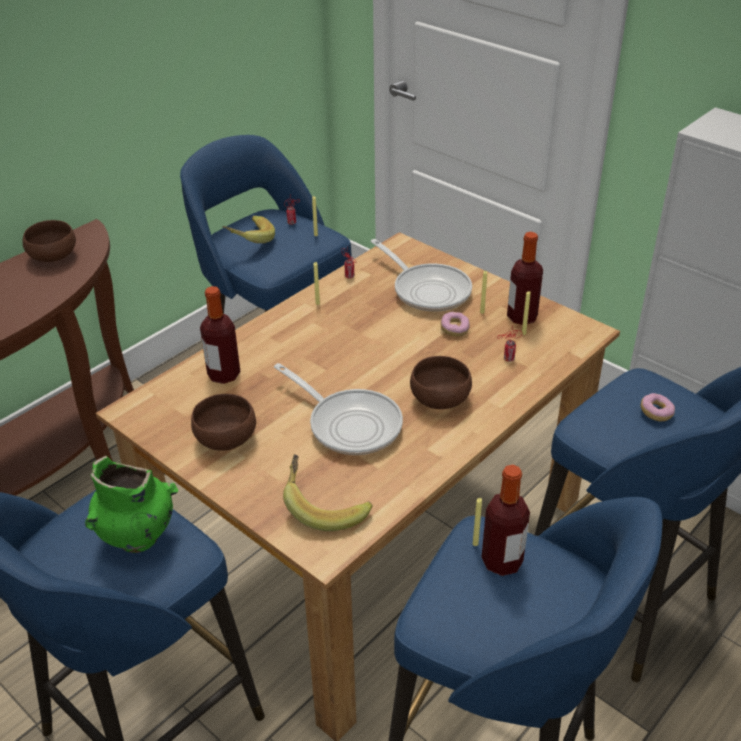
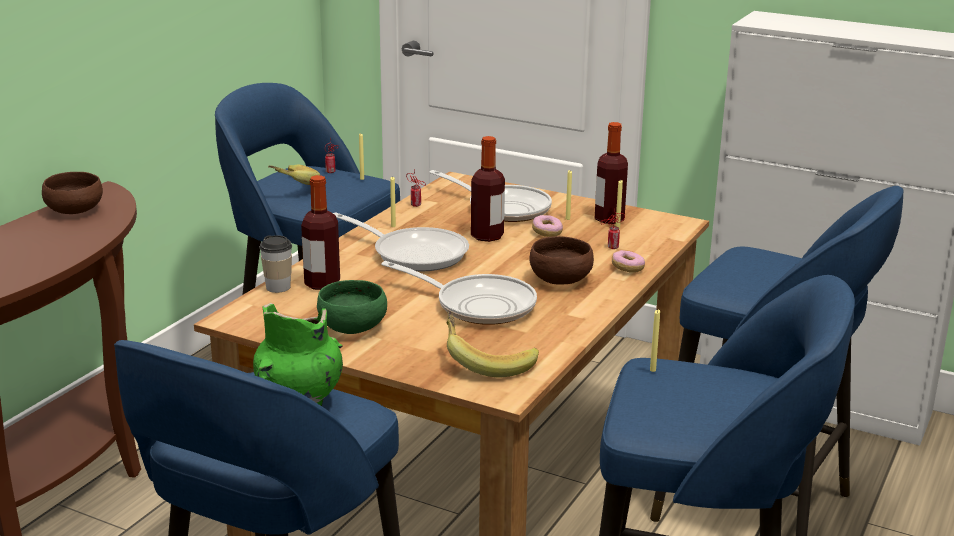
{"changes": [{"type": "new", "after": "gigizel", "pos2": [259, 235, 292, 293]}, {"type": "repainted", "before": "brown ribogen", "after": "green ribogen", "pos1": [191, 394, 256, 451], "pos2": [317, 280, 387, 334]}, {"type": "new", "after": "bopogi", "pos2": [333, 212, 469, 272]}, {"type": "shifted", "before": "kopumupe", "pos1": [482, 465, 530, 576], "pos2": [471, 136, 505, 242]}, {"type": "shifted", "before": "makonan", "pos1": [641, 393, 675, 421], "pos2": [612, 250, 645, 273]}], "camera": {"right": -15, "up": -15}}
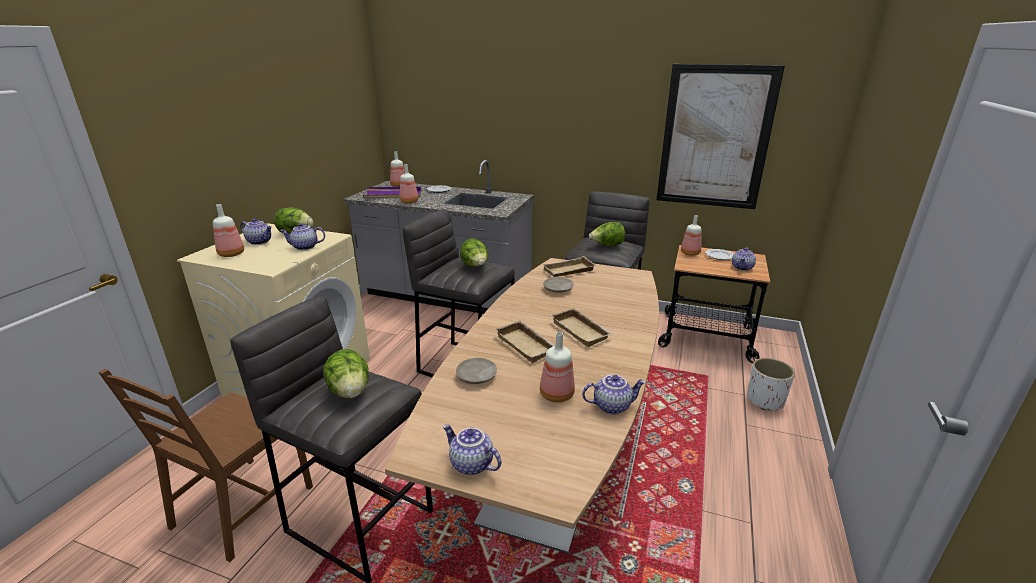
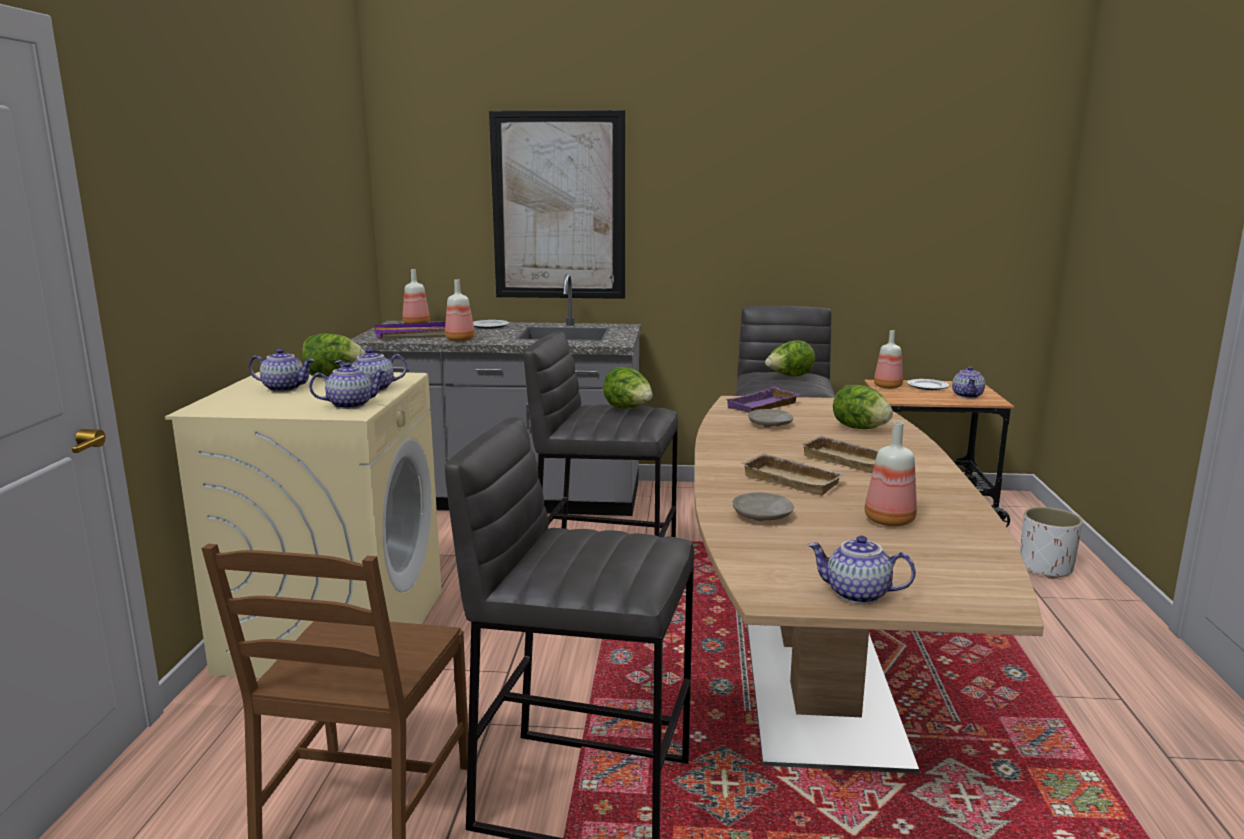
{"changes": [{"type": "shifted", "before": "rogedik", "pos1": [582, 375, 646, 414], "pos2": [309, 362, 386, 409]}, {"type": "shifted", "before": "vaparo", "pos1": [656, 64, 785, 209], "pos2": [489, 110, 625, 299]}, {"type": "repainted", "before": "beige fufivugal", "after": "purple fufivugal", "pos1": [542, 256, 596, 277], "pos2": [727, 386, 801, 413]}, {"type": "shifted", "before": "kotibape", "pos1": [323, 349, 369, 398], "pos2": [833, 385, 893, 429]}, {"type": "gone", "before": "kopumupe", "pos1": [213, 204, 244, 257]}], "camera": {"right": -15, "up": -10}}
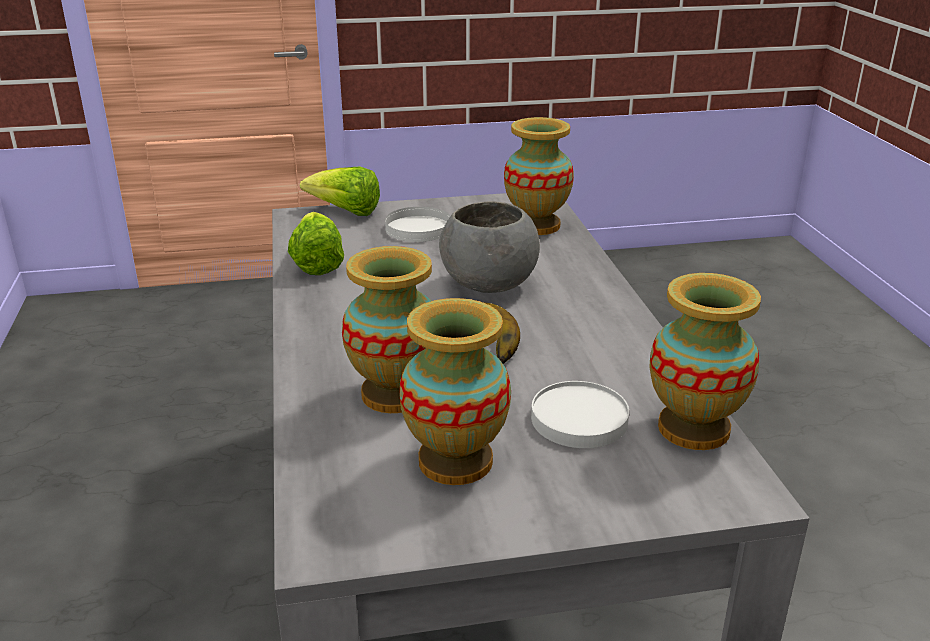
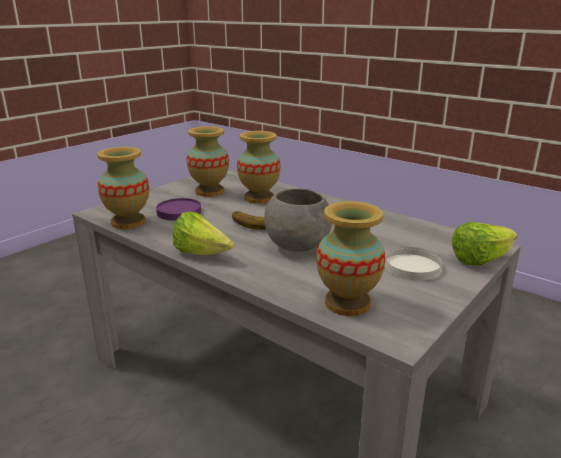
{"changes": [{"type": "repainted", "before": "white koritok", "after": "purple koritok", "pos1": [531, 381, 629, 448], "pos2": [156, 198, 201, 221]}, {"type": "shifted", "before": "kotibape", "pos1": [288, 212, 344, 275], "pos2": [173, 212, 234, 255]}], "camera": {"right": 140, "up": -5}}
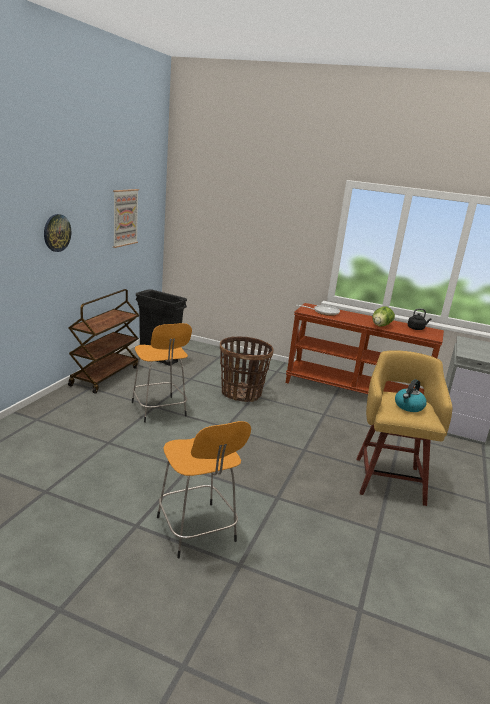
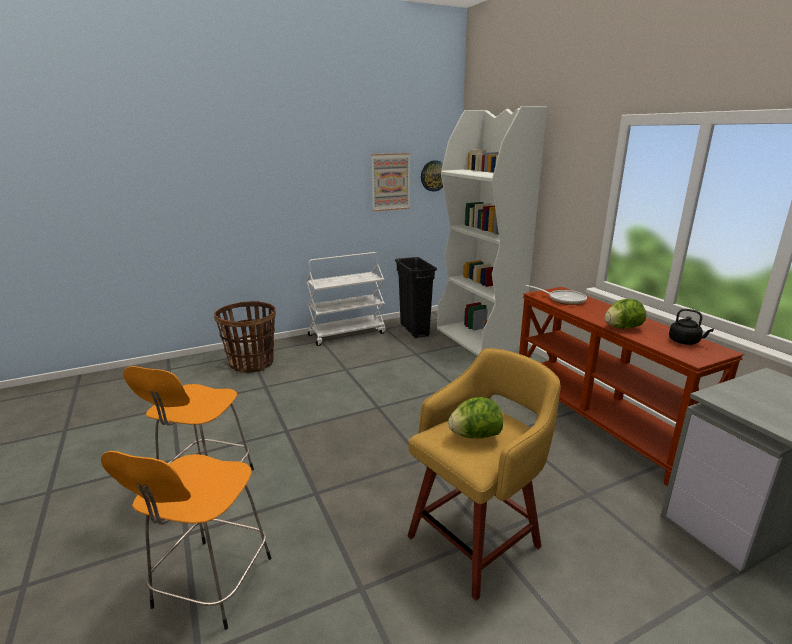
{"changes": [{"type": "shifted", "before": "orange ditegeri", "pos1": [132, 323, 192, 423], "pos2": [101, 451, 271, 630]}, {"type": "shifted", "before": "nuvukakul", "pos1": [220, 336, 274, 402], "pos2": [214, 301, 276, 373]}, {"type": "repainted", "before": "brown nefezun", "after": "white nefezun", "pos1": [68, 289, 139, 394], "pos2": [306, 252, 386, 346]}, {"type": "shifted", "before": "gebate", "pos1": [44, 214, 71, 252], "pos2": [421, 160, 443, 192]}, {"type": "new", "after": "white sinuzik", "pos2": [437, 106, 547, 356]}, {"type": "swapped", "before": "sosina", "after": "kotibape", "pos1": [395, 379, 427, 412], "pos2": [448, 397, 503, 439]}], "camera": {"right": 45, "up": 0}}
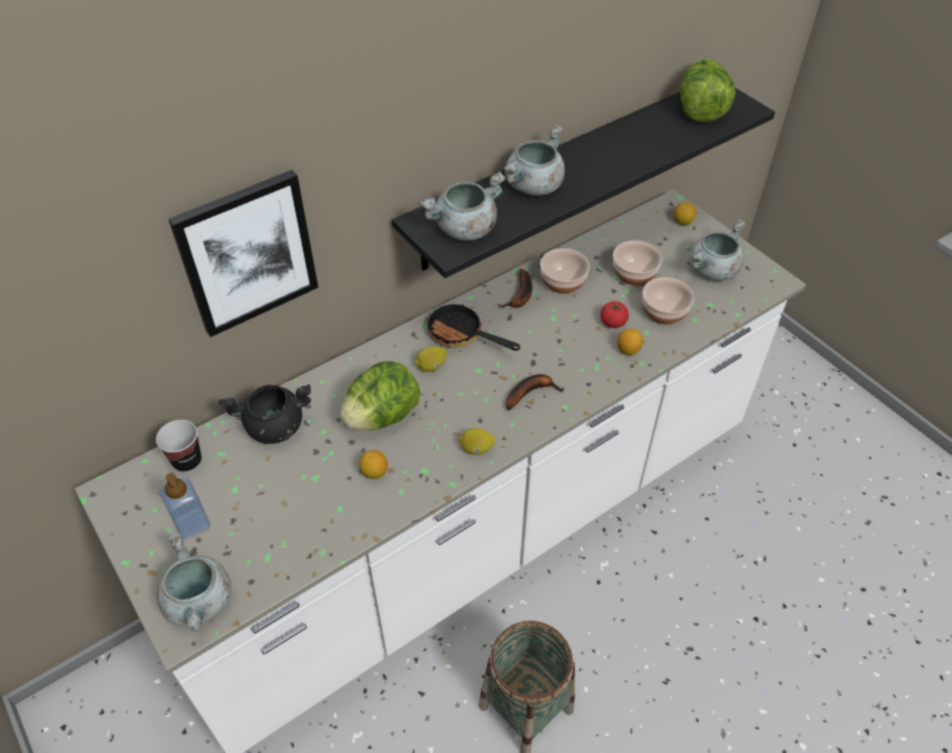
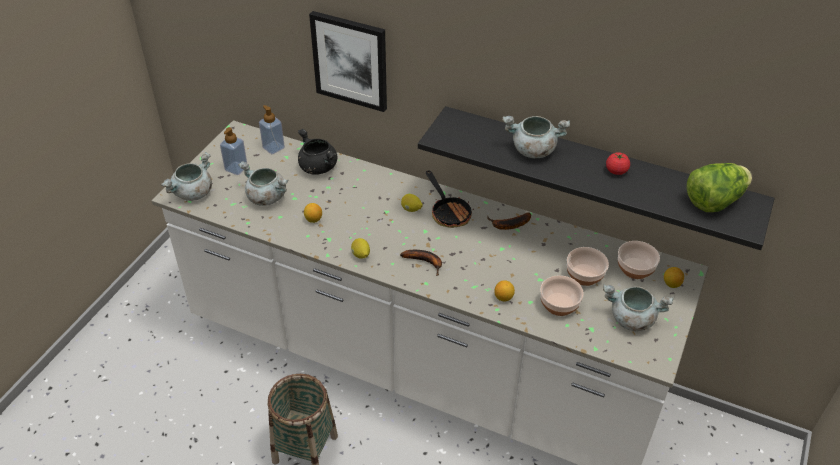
{"changes": [{"type": "shifted", "before": "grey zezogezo", "pos1": [419, 171, 505, 241], "pos2": [238, 161, 289, 206]}, {"type": "swapped", "before": "gigizel", "after": "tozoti", "pos1": [156, 420, 202, 472], "pos2": [259, 105, 285, 154]}, {"type": "rotated", "before": "bopogi", "pos1": [426, 304, 520, 351], "pos2": [426, 170, 474, 228], "turn": 150}, {"type": "shifted", "before": "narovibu", "pos1": [600, 301, 629, 328], "pos2": [606, 152, 630, 175]}, {"type": "shifted", "before": "ribogen", "pos1": [540, 248, 590, 294], "pos2": [618, 241, 660, 279]}, {"type": "gone", "before": "kotibape", "pos1": [340, 361, 420, 430]}], "camera": {"right": 60, "up": -5}}
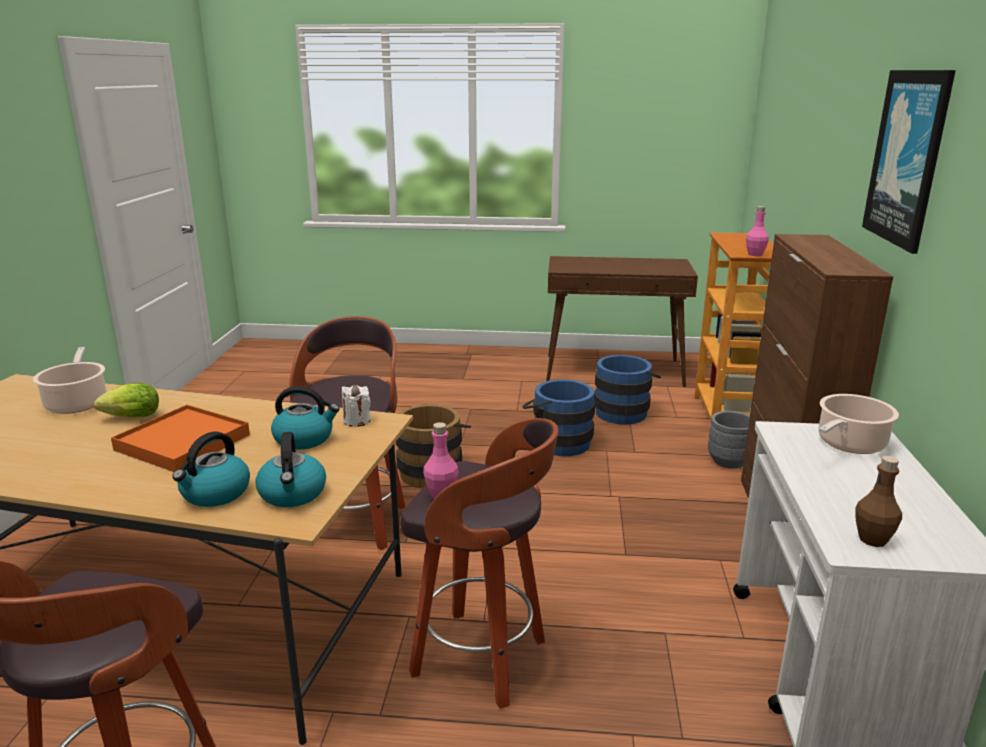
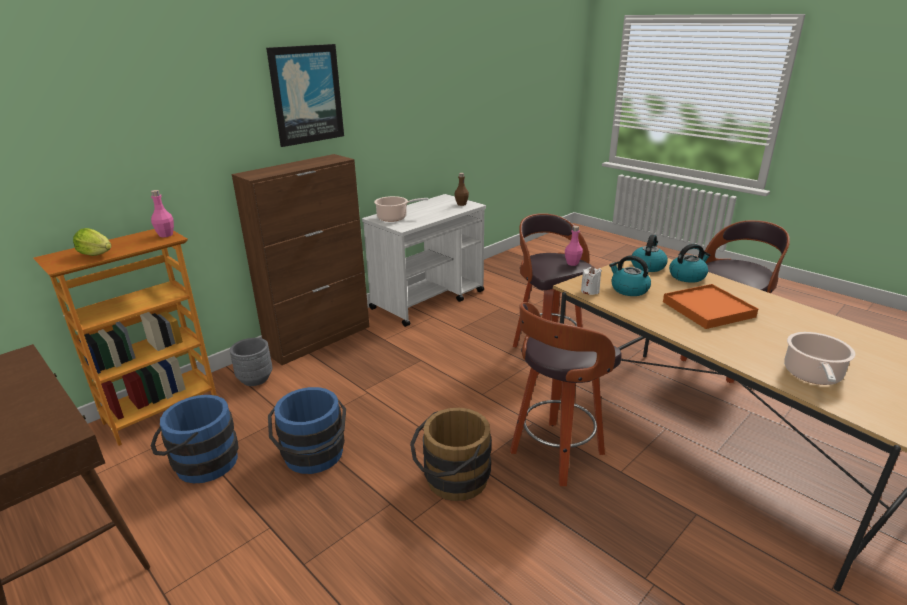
{"changes": [{"type": "shifted", "before": "kotibape", "pos1": [94, 383, 159, 418], "pos2": [73, 228, 112, 256]}], "camera": {"right": -140, "up": 5}}
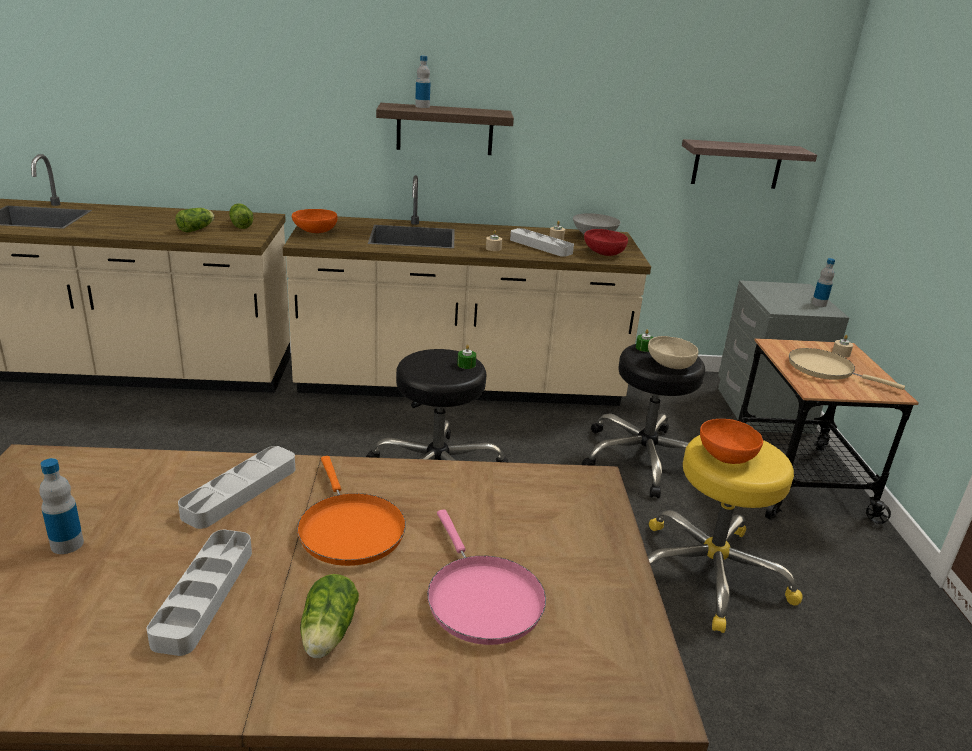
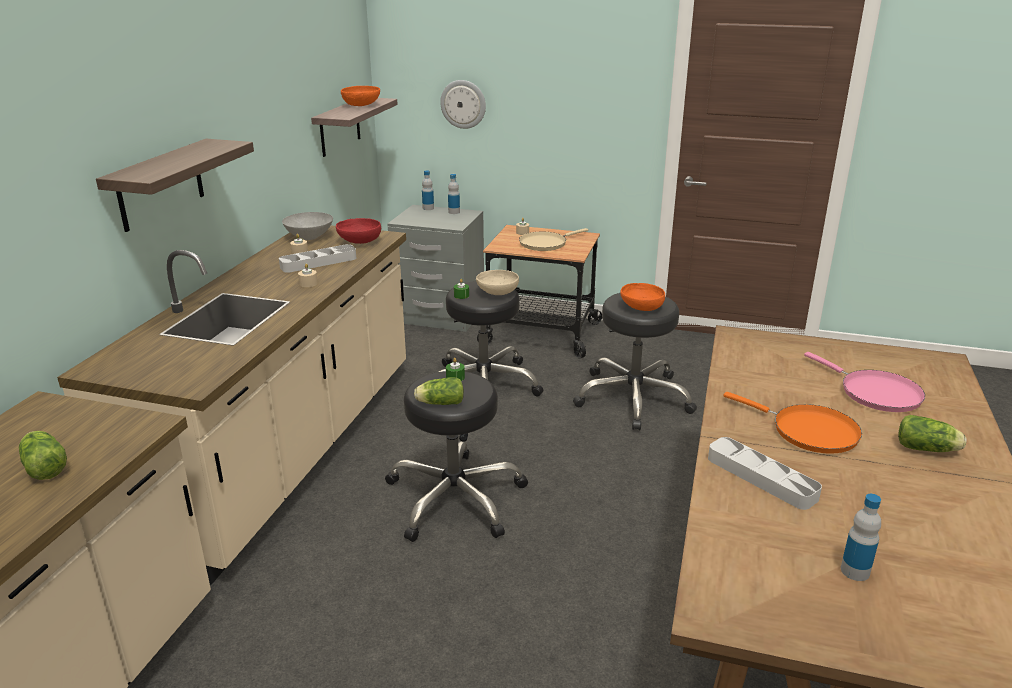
{"changes": [{"type": "shifted", "before": "orange ribogen", "pos1": [292, 209, 337, 233], "pos2": [341, 86, 380, 106]}, {"type": "shifted", "before": "kotibape", "pos1": [229, 203, 253, 229], "pos2": [414, 377, 464, 405]}, {"type": "shifted", "before": "kopumupe", "pos1": [415, 55, 430, 108], "pos2": [422, 171, 434, 210]}, {"type": "new", "after": "gebate", "pos2": [440, 80, 486, 129]}, {"type": "repainted", "before": "yellow ditegeri", "after": "black ditegeri", "pos1": [648, 435, 803, 633], "pos2": [573, 293, 697, 430]}, {"type": "rotated", "before": "orange bopogi", "pos1": [297, 456, 406, 566], "pos2": [723, 392, 862, 454], "turn": 45}, {"type": "rotated", "before": "pink bopogi", "pos1": [427, 509, 546, 645], "pos2": [804, 352, 925, 412], "turn": 60}, {"type": "gone", "before": "grey fufivugal", "pos1": [147, 530, 252, 656]}], "camera": {"right": -70, "up": 0}}
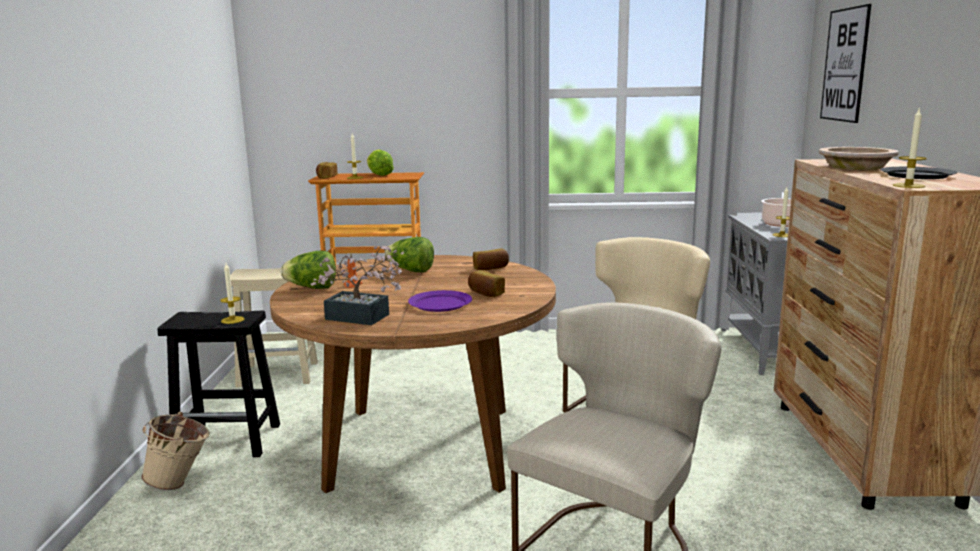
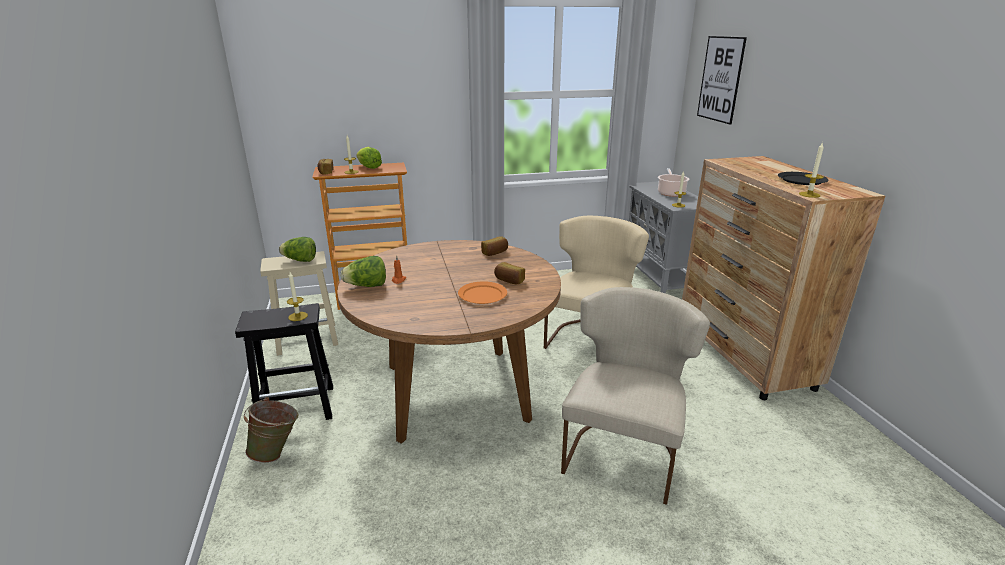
{"changes": [{"type": "repainted", "before": "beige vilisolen", "after": "green vilisolen", "pos1": [141, 412, 210, 490], "pos2": [244, 397, 299, 463]}, {"type": "shifted", "before": "kotibape", "pos1": [385, 237, 434, 272], "pos2": [279, 237, 316, 262]}, {"type": "repainted", "before": "purple koritok", "after": "orange koritok", "pos1": [408, 290, 472, 312], "pos2": [458, 281, 507, 304]}, {"type": "gone", "before": "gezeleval", "pos1": [310, 245, 404, 325]}, {"type": "gone", "before": "beige ribogen", "pos1": [819, 147, 899, 170]}], "camera": {"right": -15, "up": 10}}
